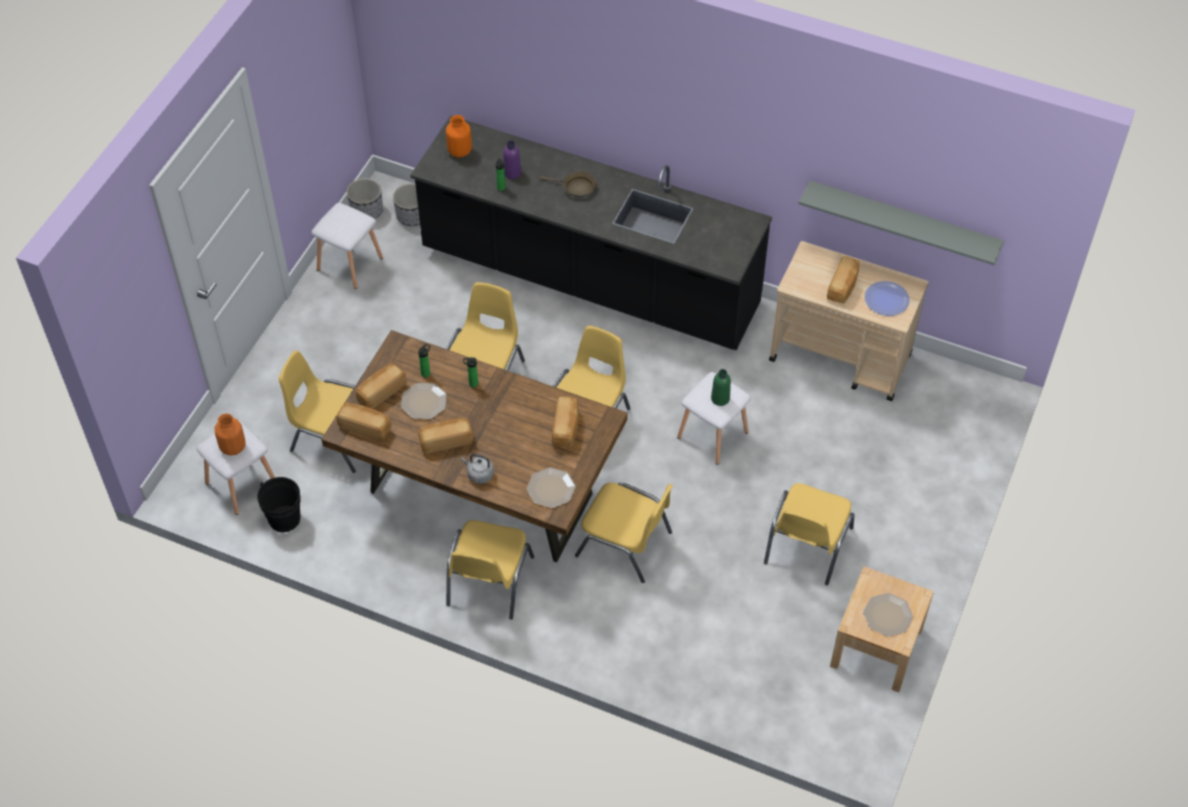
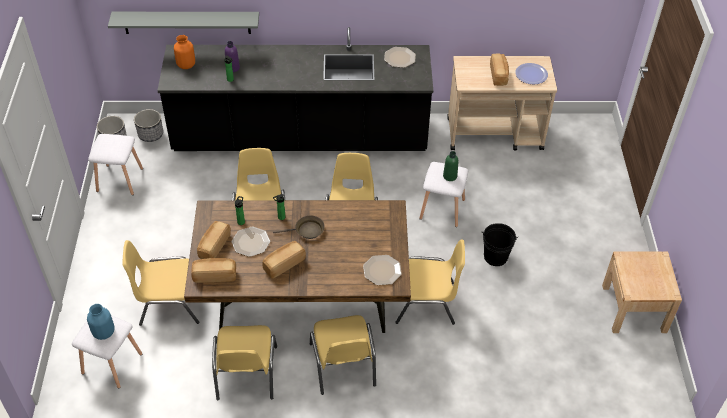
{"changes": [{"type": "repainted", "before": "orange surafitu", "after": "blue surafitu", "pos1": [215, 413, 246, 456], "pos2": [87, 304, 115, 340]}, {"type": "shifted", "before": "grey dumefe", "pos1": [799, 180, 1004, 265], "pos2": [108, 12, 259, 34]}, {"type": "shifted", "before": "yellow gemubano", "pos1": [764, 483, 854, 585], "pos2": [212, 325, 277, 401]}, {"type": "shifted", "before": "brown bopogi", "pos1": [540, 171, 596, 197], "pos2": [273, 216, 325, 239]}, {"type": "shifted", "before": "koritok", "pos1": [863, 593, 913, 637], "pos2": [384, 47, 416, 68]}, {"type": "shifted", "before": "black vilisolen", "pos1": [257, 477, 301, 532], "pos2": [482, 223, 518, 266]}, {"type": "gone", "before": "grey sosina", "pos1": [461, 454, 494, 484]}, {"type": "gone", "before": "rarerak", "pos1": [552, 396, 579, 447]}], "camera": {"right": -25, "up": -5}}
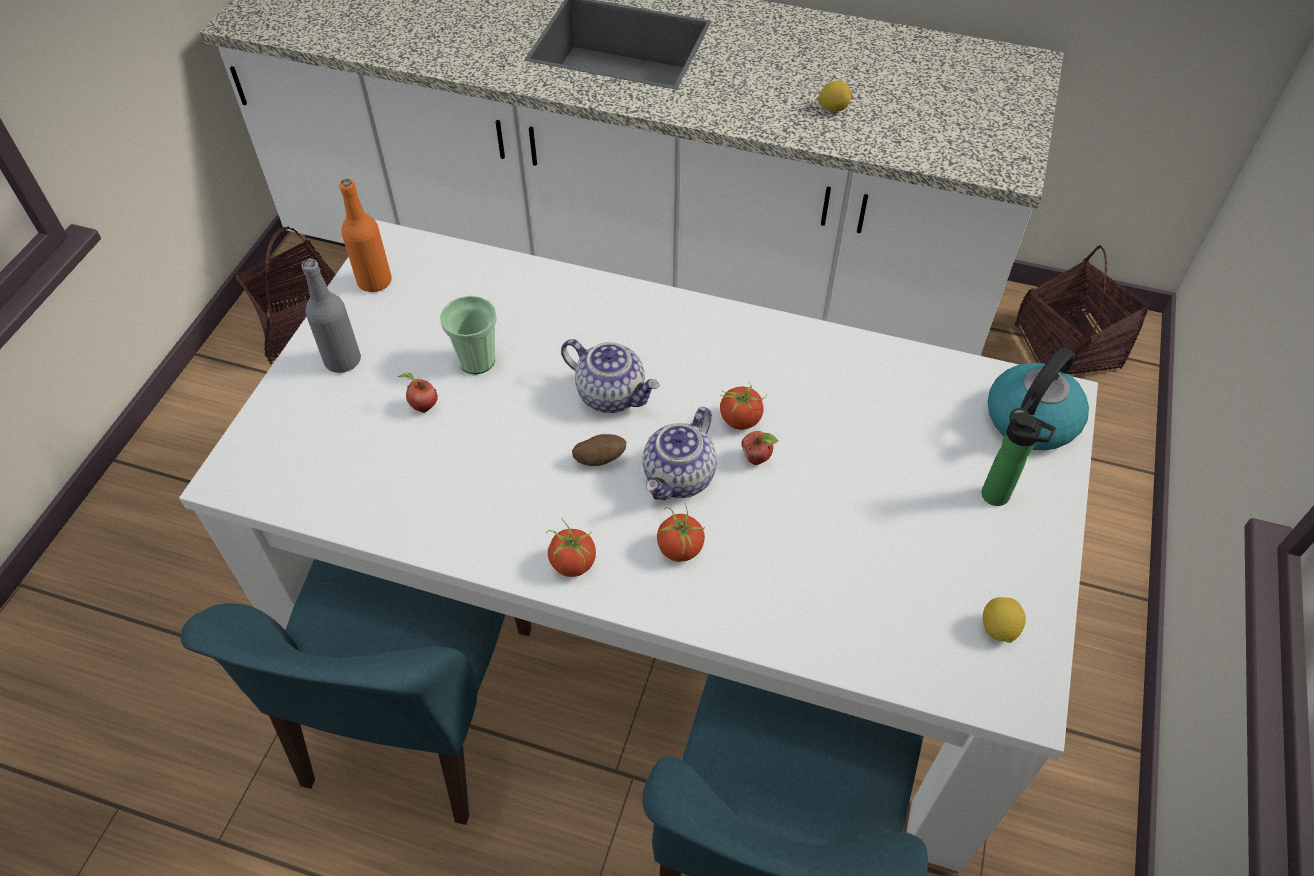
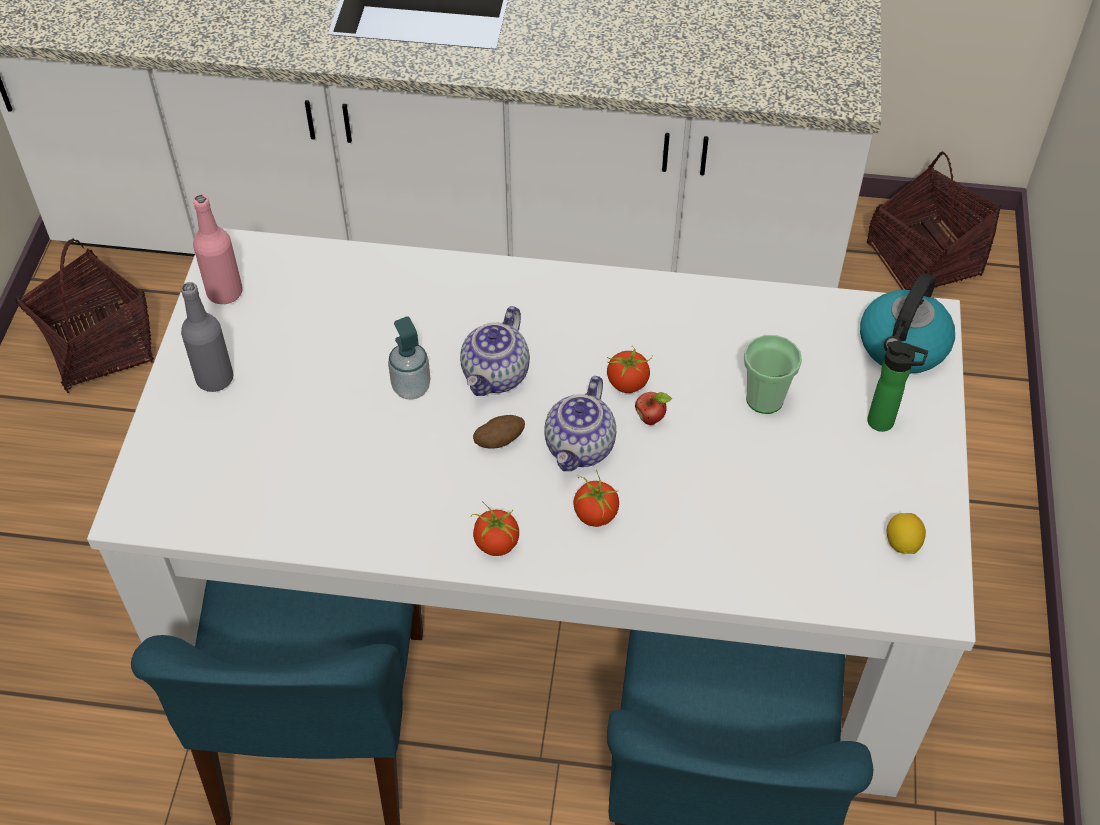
{"changes": [{"type": "repainted", "before": "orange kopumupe", "after": "pink kopumupe", "pos1": [339, 179, 392, 292], "pos2": [193, 195, 243, 304]}, {"type": "new", "after": "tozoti", "pos2": [388, 316, 431, 400]}, {"type": "rotated", "before": "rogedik", "pos1": [561, 339, 660, 413], "pos2": [460, 306, 530, 396], "turn": 90}, {"type": "shifted", "before": "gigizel", "pos1": [440, 296, 497, 375], "pos2": [744, 335, 802, 414]}, {"type": "gone", "before": "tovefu", "pos1": [398, 373, 438, 413]}, {"type": "gone", "before": "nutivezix", "pos1": [818, 81, 851, 112]}], "camera": {"right": -10, "up": 0}}
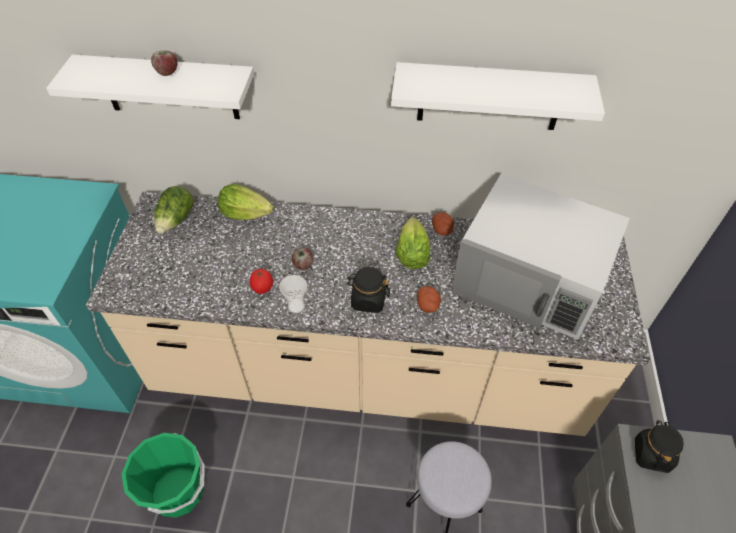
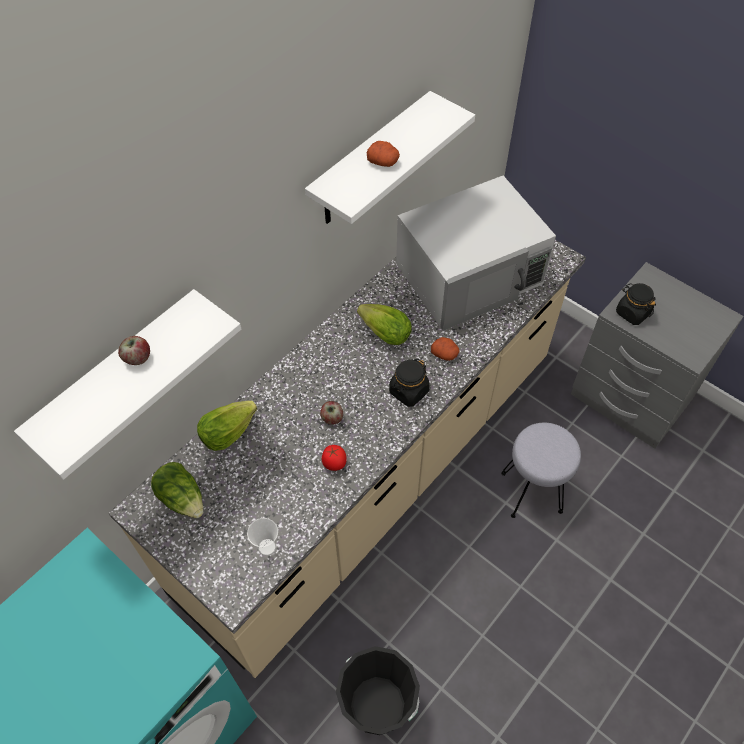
{"changes": [{"type": "shifted", "before": "gigizel", "pos1": [279, 275, 307, 313], "pos2": [247, 518, 278, 556]}, {"type": "repainted", "before": "green vilisolen", "after": "black vilisolen", "pos1": [122, 433, 205, 518], "pos2": [336, 646, 420, 735]}, {"type": "shifted", "before": "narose", "pos1": [432, 212, 454, 236], "pos2": [367, 141, 400, 167]}], "camera": {"right": -55, "up": 5}}
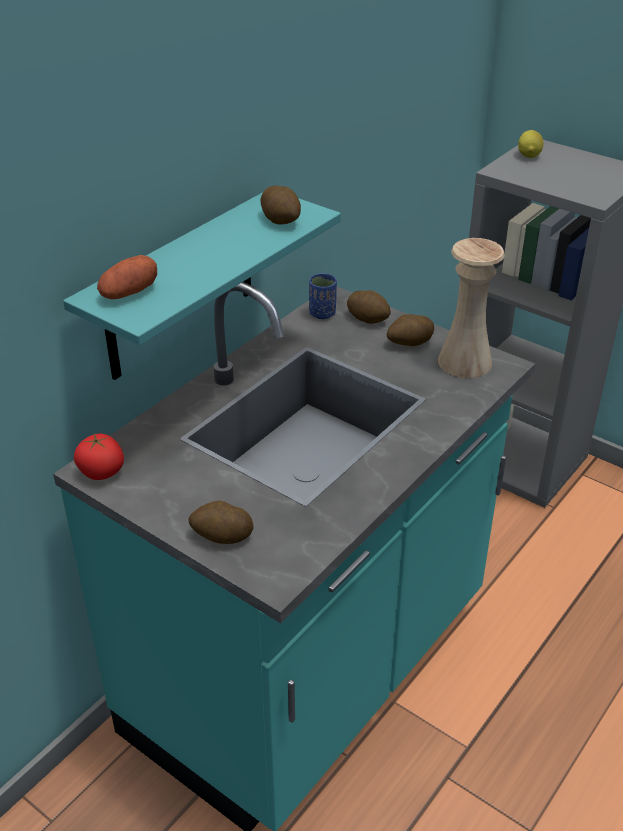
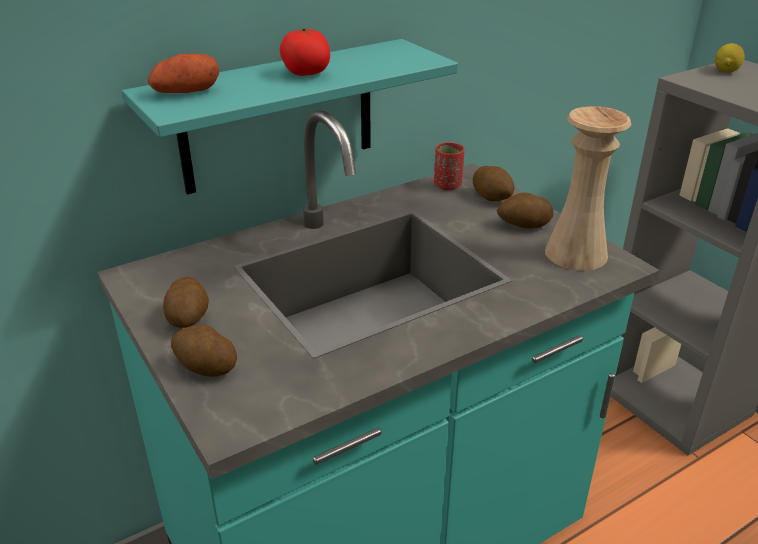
{"changes": [{"type": "shifted", "before": "narose", "pos1": [260, 186, 301, 225], "pos2": [163, 277, 209, 328]}, {"type": "shifted", "before": "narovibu", "pos1": [74, 433, 124, 480], "pos2": [280, 28, 330, 76]}, {"type": "repainted", "before": "blue gigizel", "after": "red gigizel", "pos1": [309, 273, 337, 319], "pos2": [434, 142, 465, 190]}], "camera": {"right": 20, "up": -5}}
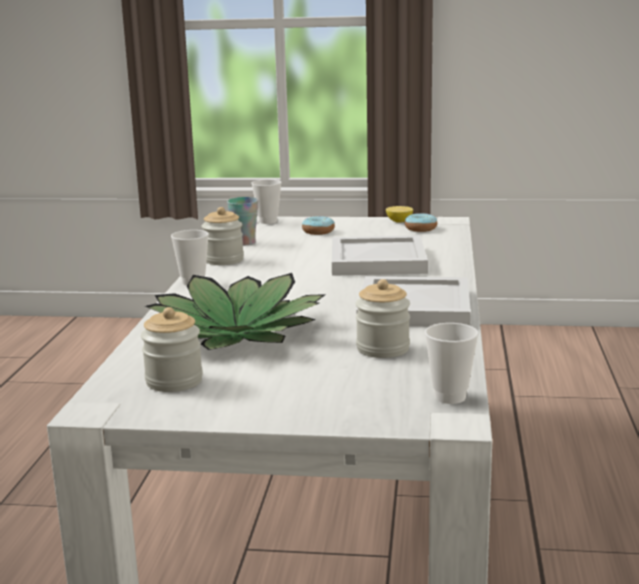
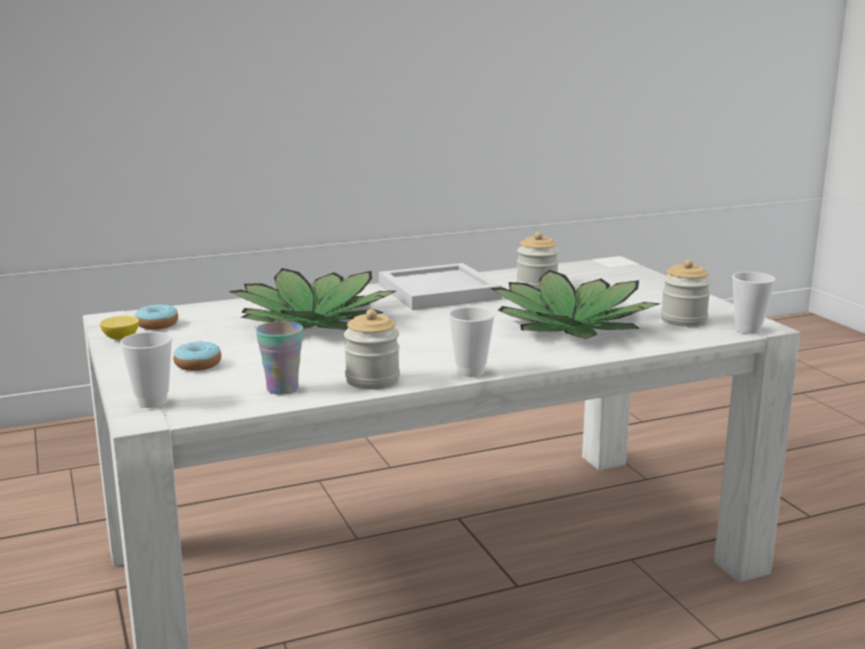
{"changes": [{"type": "swapped", "before": "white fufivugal", "after": "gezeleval", "pos1": [332, 235, 428, 276], "pos2": [229, 268, 396, 330]}, {"type": "shifted", "before": "gigizel", "pos1": [425, 323, 479, 404], "pos2": [732, 272, 775, 334]}], "camera": {"right": -120, "up": 0}}
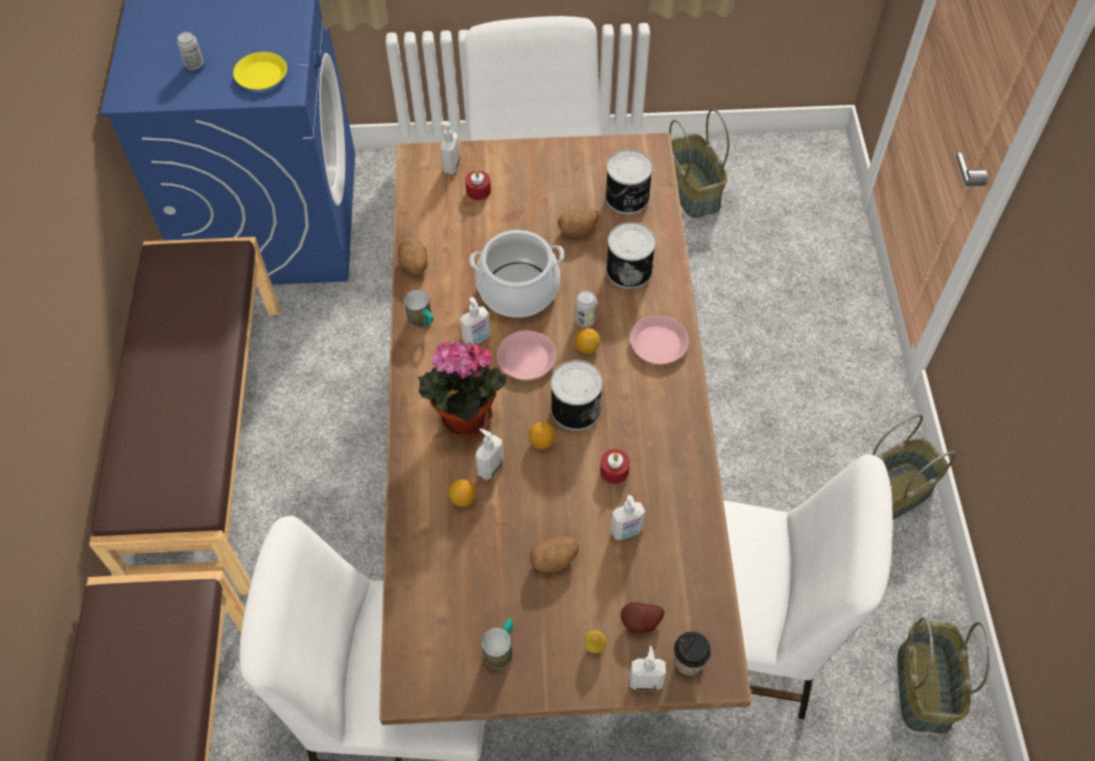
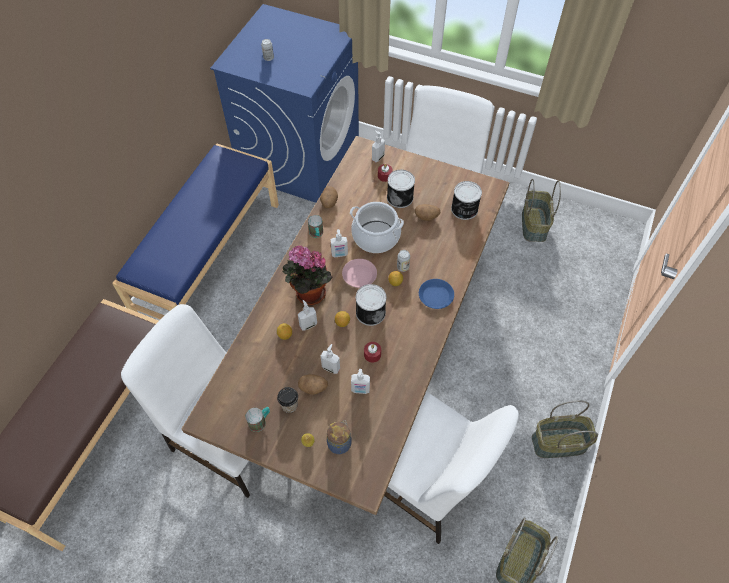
{"changes": [{"type": "repainted", "before": "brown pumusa", "after": "blue pumusa", "pos1": [89, 237, 280, 595], "pos2": [112, 144, 279, 319]}, {"type": "shifted", "before": "gigizel", "pos1": [674, 631, 711, 676], "pos2": [277, 387, 298, 413]}, {"type": "shifted", "before": "tozoti", "pos1": [630, 646, 666, 691], "pos2": [321, 344, 340, 374]}, {"type": "swapped", "before": "narose", "after": "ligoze", "pos1": [621, 602, 664, 634], "pos2": [327, 420, 352, 454]}, {"type": "shifted", "before": "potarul", "pos1": [606, 222, 656, 289], "pos2": [387, 170, 415, 208]}, {"type": "repainted", "before": "pink koritok", "after": "blue koritok", "pos1": [630, 315, 689, 364], "pos2": [419, 279, 454, 309]}, {"type": "gone", "before": "yellow koritok", "pos1": [233, 52, 287, 90]}], "camera": {"right": 25, "up": 0}}
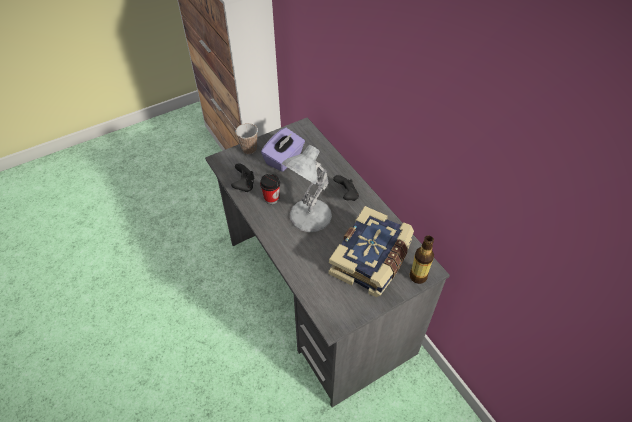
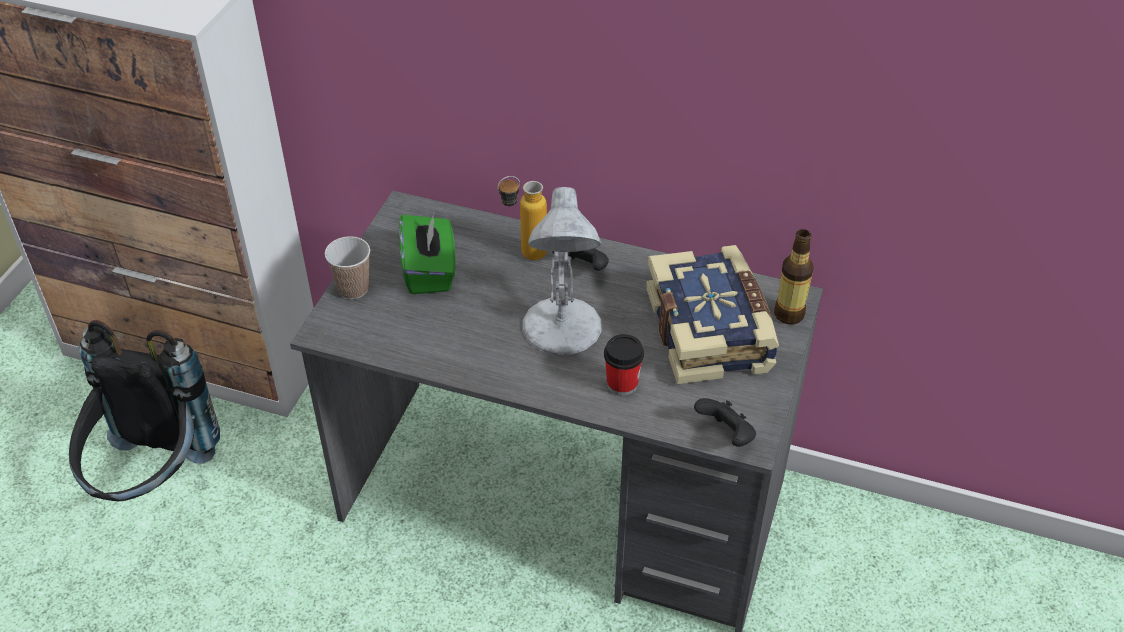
{"changes": [{"type": "new", "after": "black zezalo", "pos2": [69, 320, 220, 501]}, {"type": "repainted", "before": "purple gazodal", "after": "green gazodal", "pos1": [261, 128, 305, 172], "pos2": [399, 214, 456, 294]}, {"type": "new", "after": "kopumupe", "pos2": [497, 176, 547, 260]}, {"type": "shifted", "before": "gigizel", "pos1": [260, 173, 280, 204], "pos2": [604, 334, 644, 396]}, {"type": "shifted", "before": "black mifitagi", "pos1": [231, 163, 254, 192], "pos2": [694, 398, 756, 447]}], "camera": {"right": -40, "up": -5}}
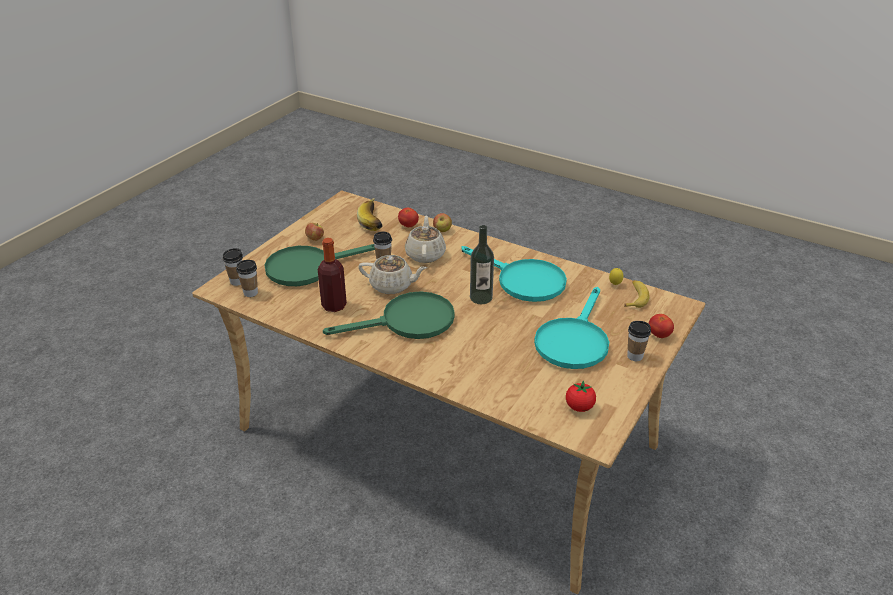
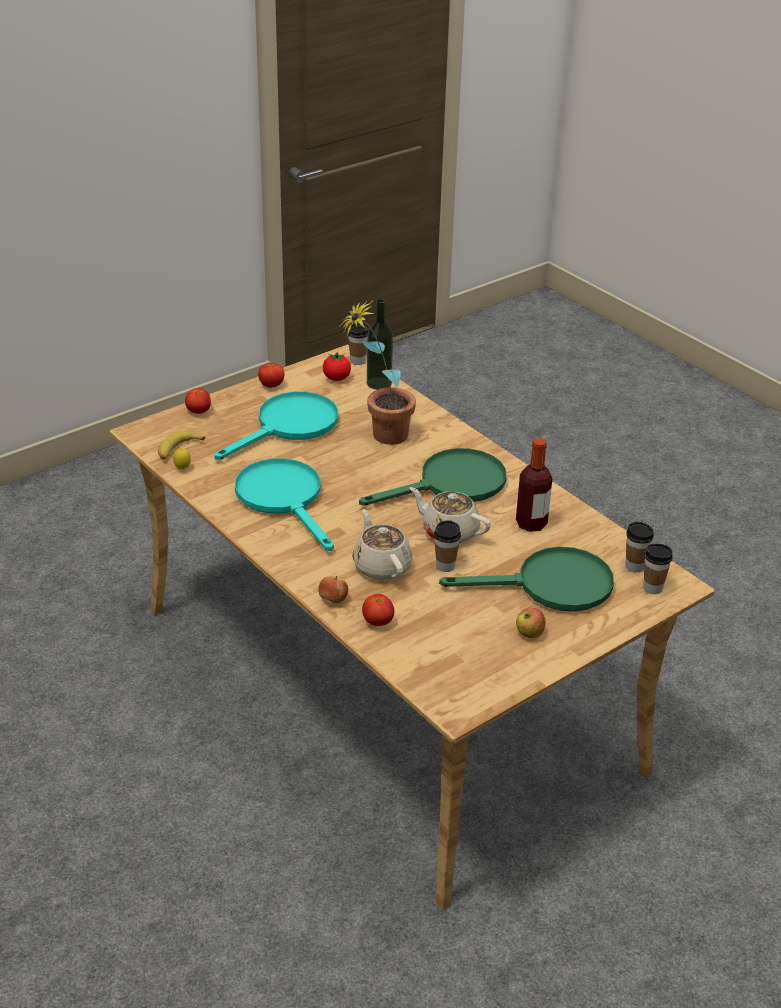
{"changes": [{"type": "new", "after": "narovibu", "pos2": [258, 363, 284, 388]}, {"type": "new", "after": "gezeleval", "pos2": [338, 300, 416, 445]}, {"type": "shifted", "before": "gigizel", "pos1": [627, 321, 651, 361], "pos2": [347, 323, 369, 365]}, {"type": "rotated", "before": "beige rogedik", "pos1": [405, 215, 446, 263], "pos2": [352, 509, 413, 580], "turn": 135}, {"type": "rotated", "before": "green bopogi", "pos1": [323, 291, 455, 339], "pos2": [359, 448, 507, 506], "turn": 150}, {"type": "shifted", "before": "kopumupe", "pos1": [470, 225, 494, 304], "pos2": [367, 299, 393, 390]}, {"type": "gone", "before": "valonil", "pos1": [357, 198, 383, 231]}], "camera": {"right": -160, "up": 0}}
